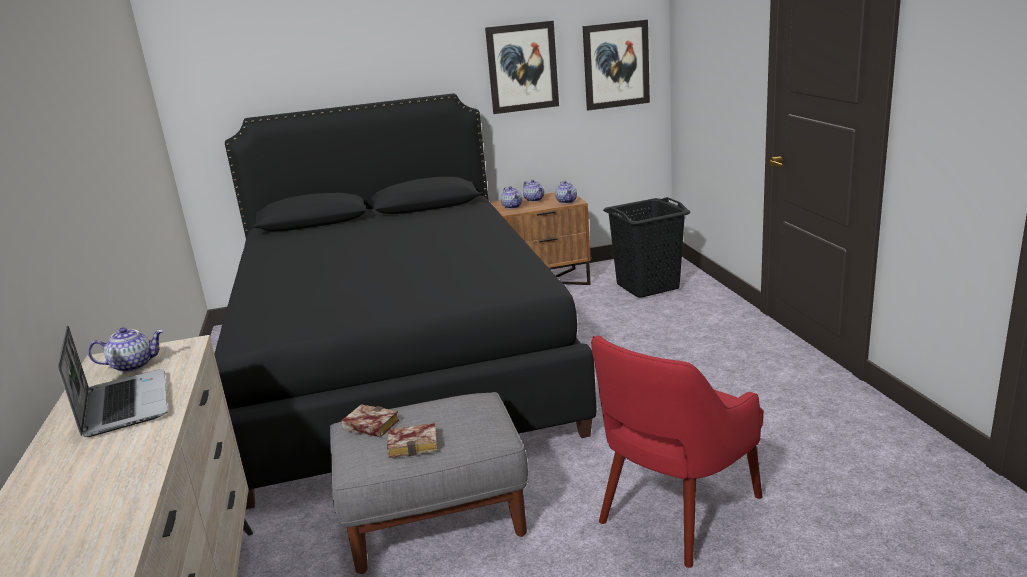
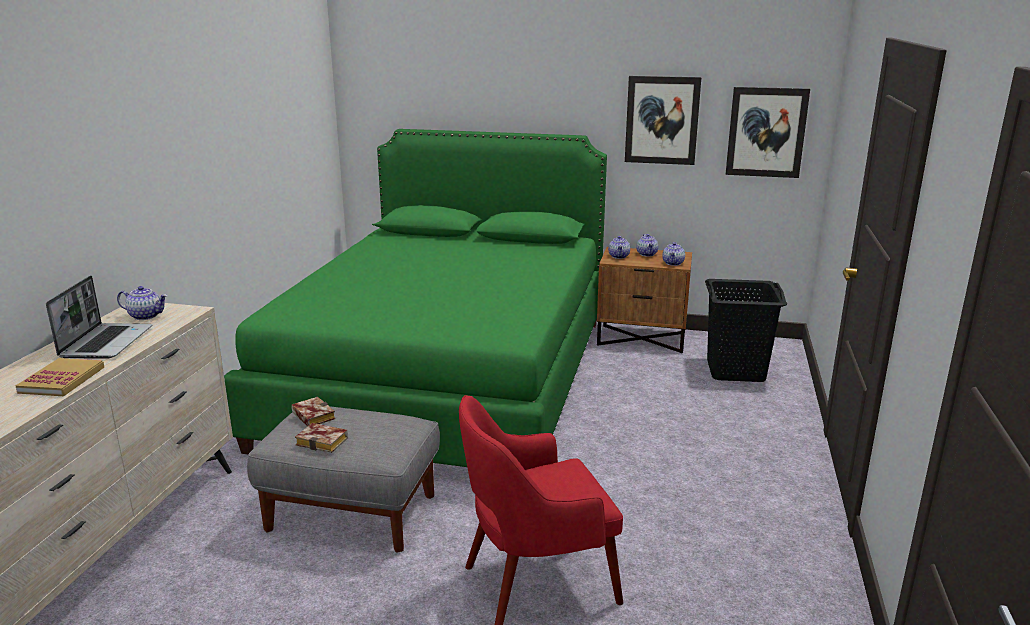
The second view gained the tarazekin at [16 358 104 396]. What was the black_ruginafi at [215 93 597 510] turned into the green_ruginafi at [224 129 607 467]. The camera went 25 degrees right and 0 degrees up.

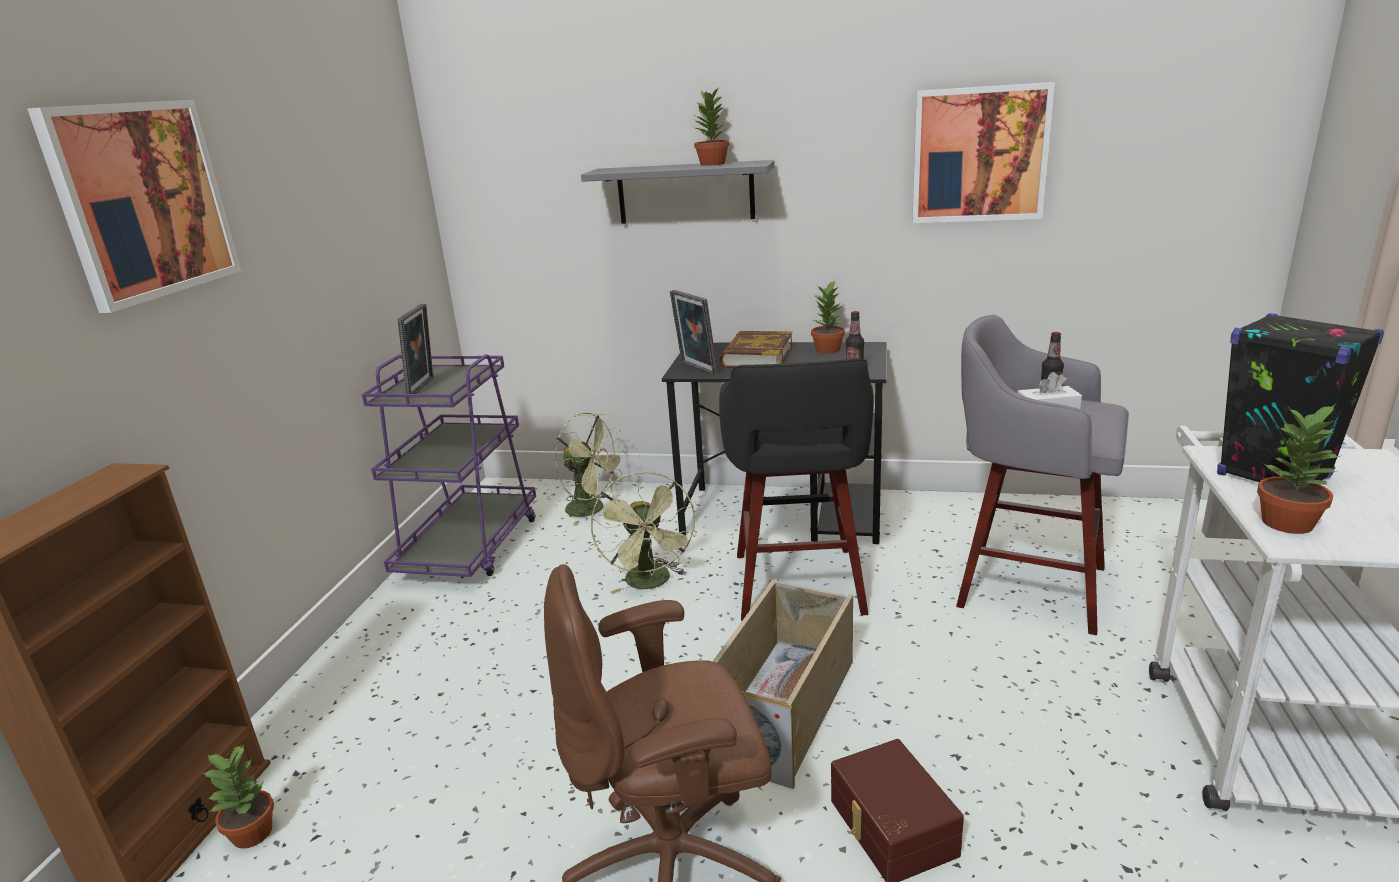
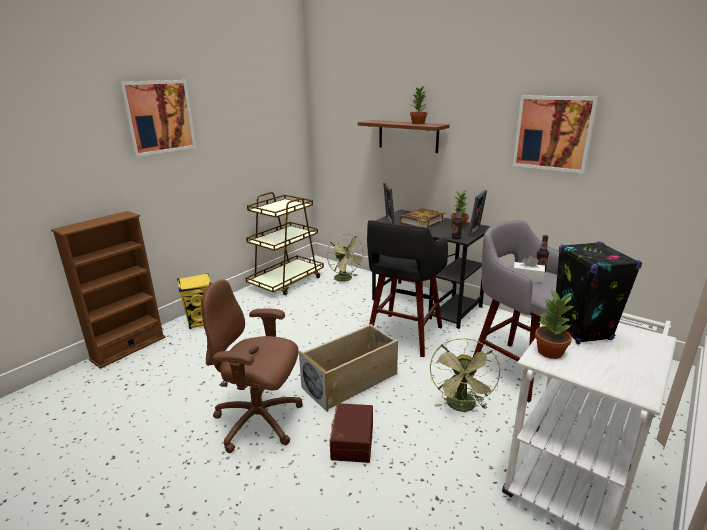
The second view gained the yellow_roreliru at [177 273 212 329]. What was the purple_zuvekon at [362 354 536 577] turned into the brown_zuvekon at [246 192 324 295]. What was the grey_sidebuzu at [581 160 775 224] turned into the brown_sidebuzu at [358 120 449 153]. The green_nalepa ended up elsewhere, having gone from [591 472 697 594] to [430 338 500 412]. The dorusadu ended up elsewhere, having gone from [397 304 433 398] to [468 190 487 237]. The second view lost the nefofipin at [203 745 274 849]. The camera went 25 degrees right and 0 degrees up.

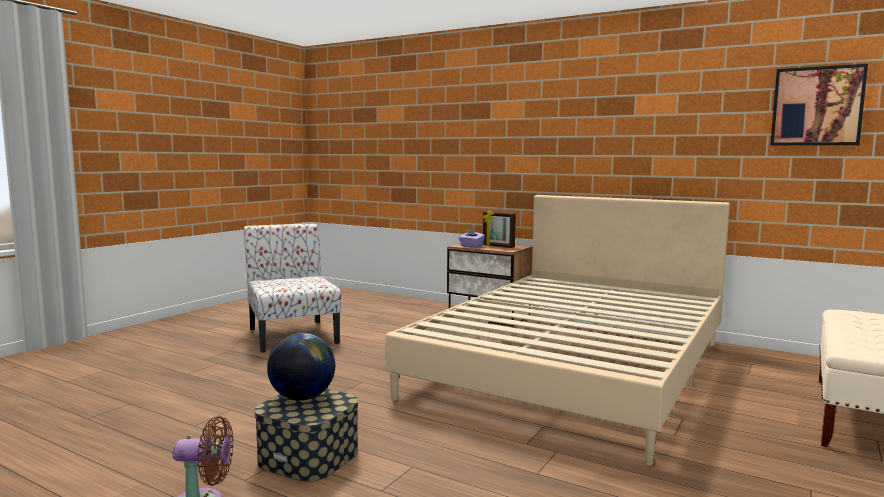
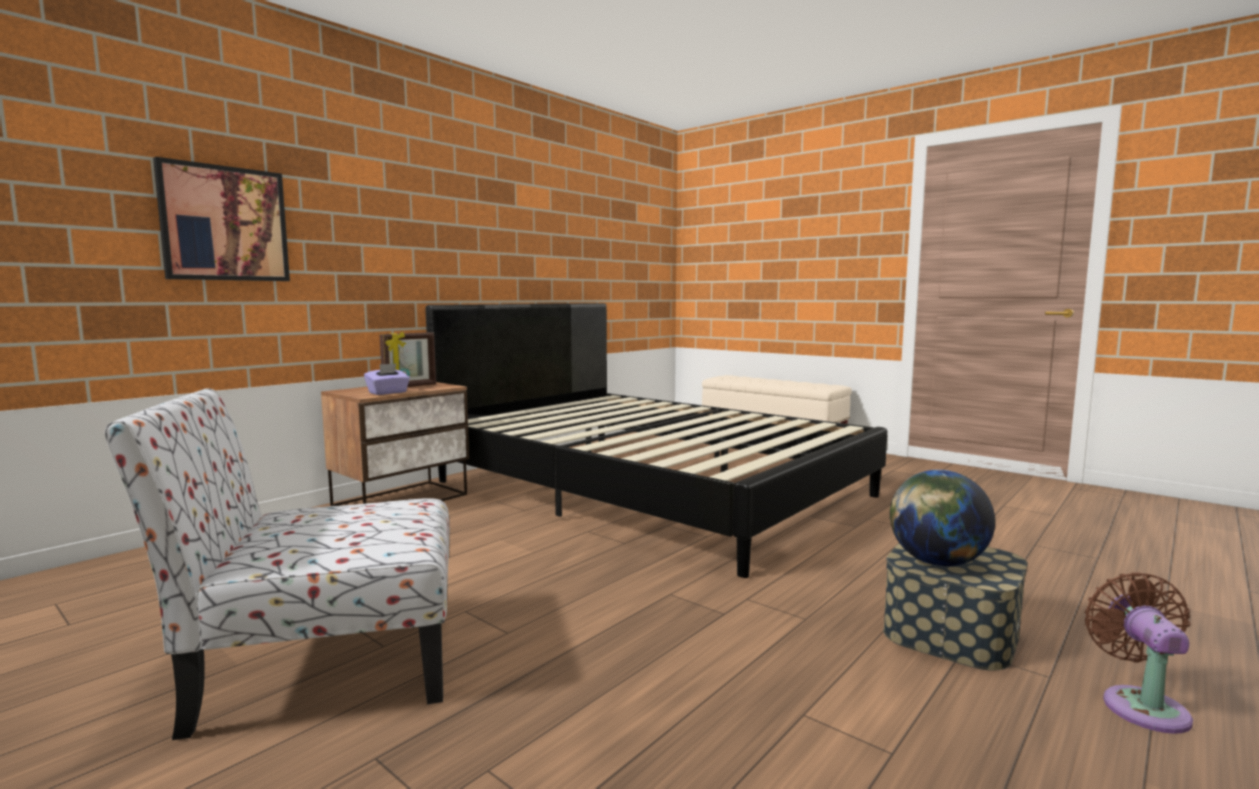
The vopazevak ended up elsewhere, having gone from [771 64 868 146] to [153 157 290 281]. What was the beige_ruginafi at [385 195 730 465] turned into the black_ruginafi at [425 303 887 578]. The camera went 80 degrees left and 0 degrees up.

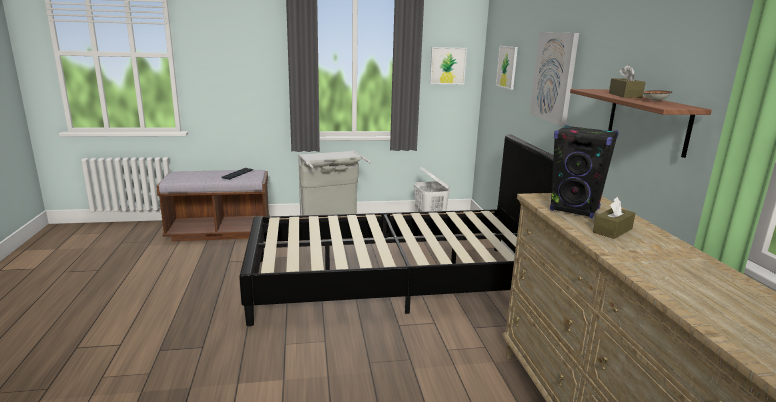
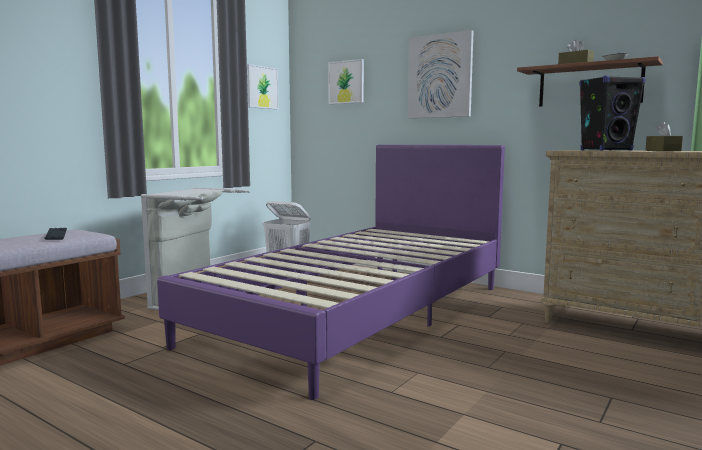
What was the black_ruginafi at [239 134 554 326] turned into the purple_ruginafi at [157 145 505 400]. The camera went 45 degrees left and 10 degrees down.

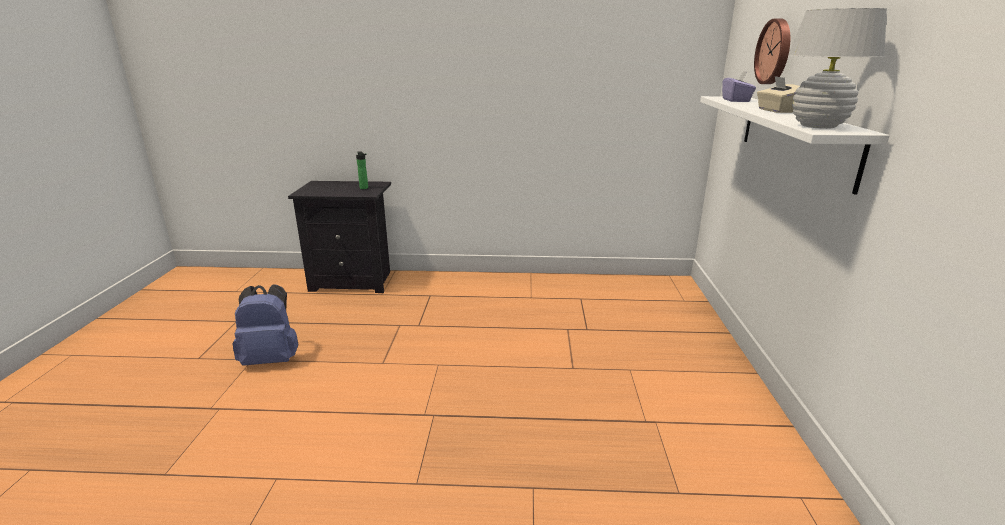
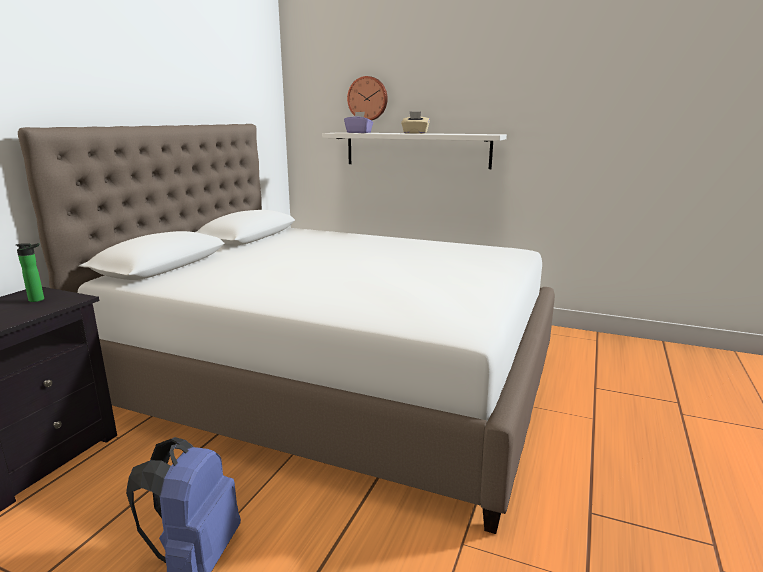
The second view gained the white_ruginafi at [18 124 555 534]. The second view lost the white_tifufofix at [789 8 887 129]. The camera went 70 degrees left and 5 degrees down.

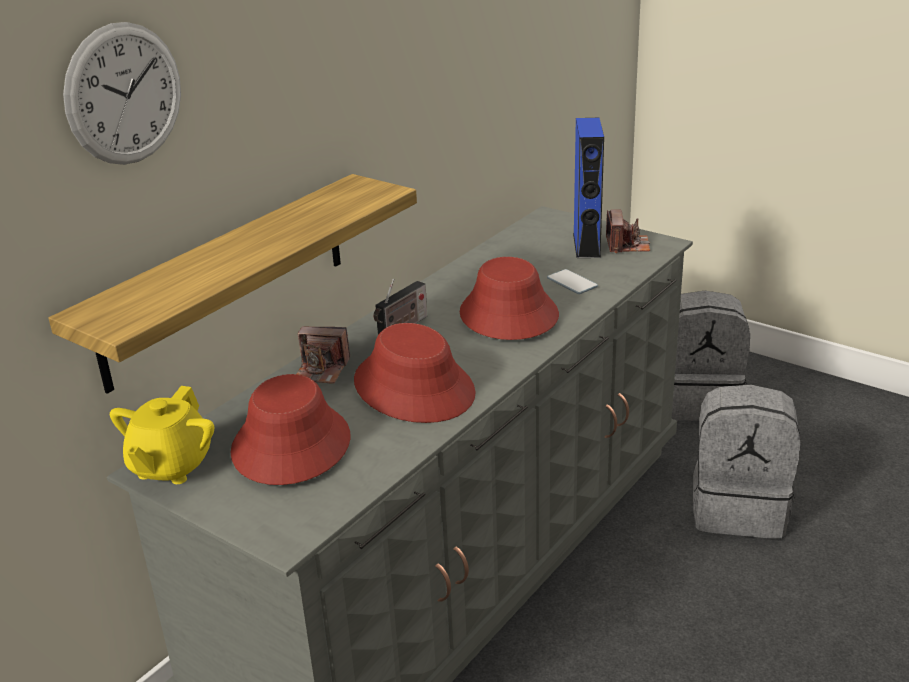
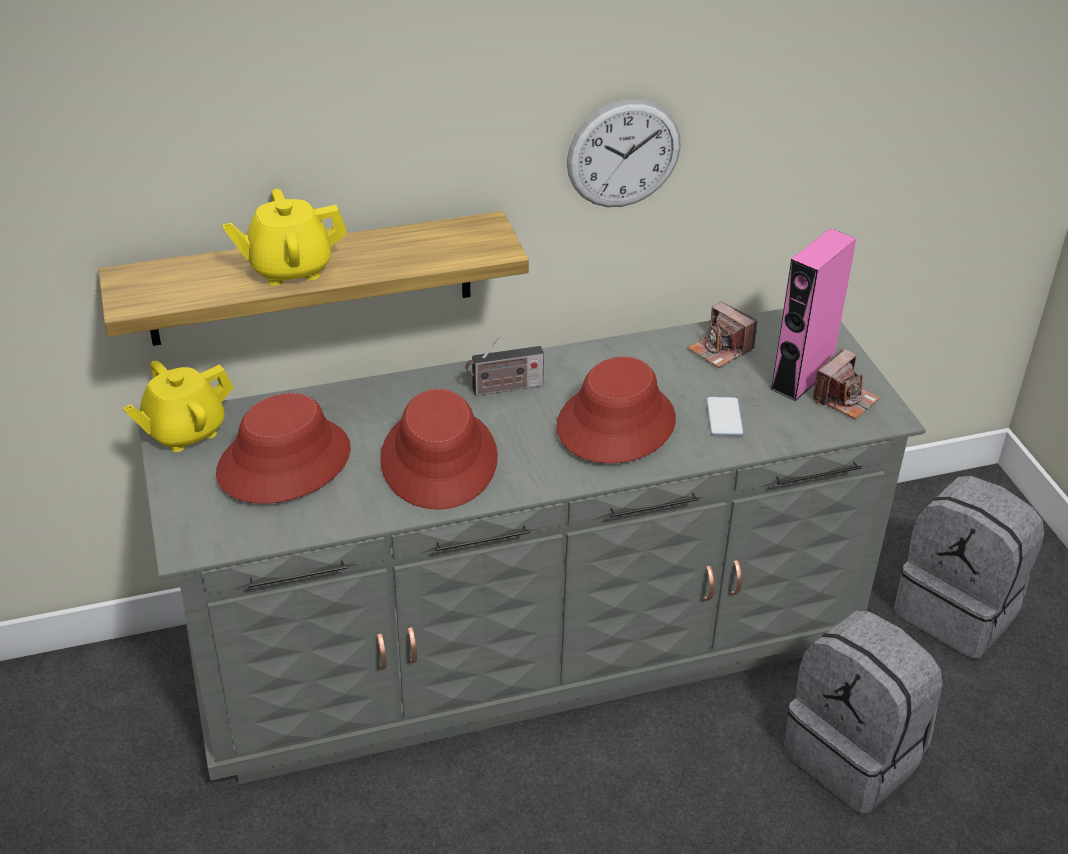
The second view gained the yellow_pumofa at [223 189 347 286]. The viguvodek ended up elsewhere, having gone from [63 22 181 165] to [567 99 681 207]. The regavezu ended up elsewhere, having gone from [297 326 350 384] to [687 302 757 368]. What was the blue_roreliru at [573 118 604 258] turned into the pink_roreliru at [770 228 856 401]. The camera went 35 degrees right and 10 degrees up.

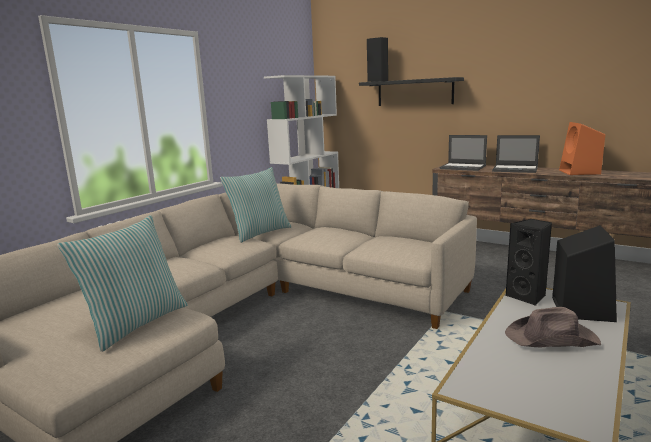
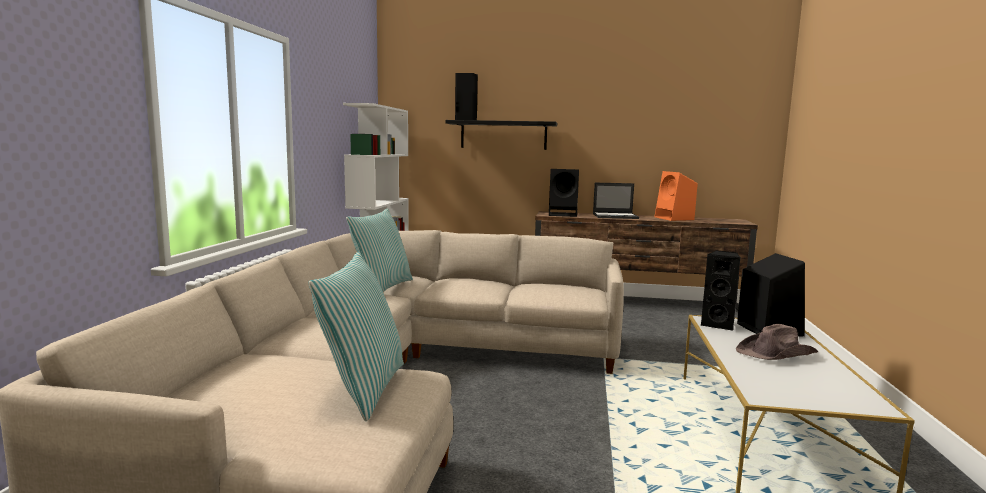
Where the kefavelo stood at [439 135 487 171], the black_roreliru came to stand at [549 169 579 217]. The camera went 25 degrees left and 5 degrees down.

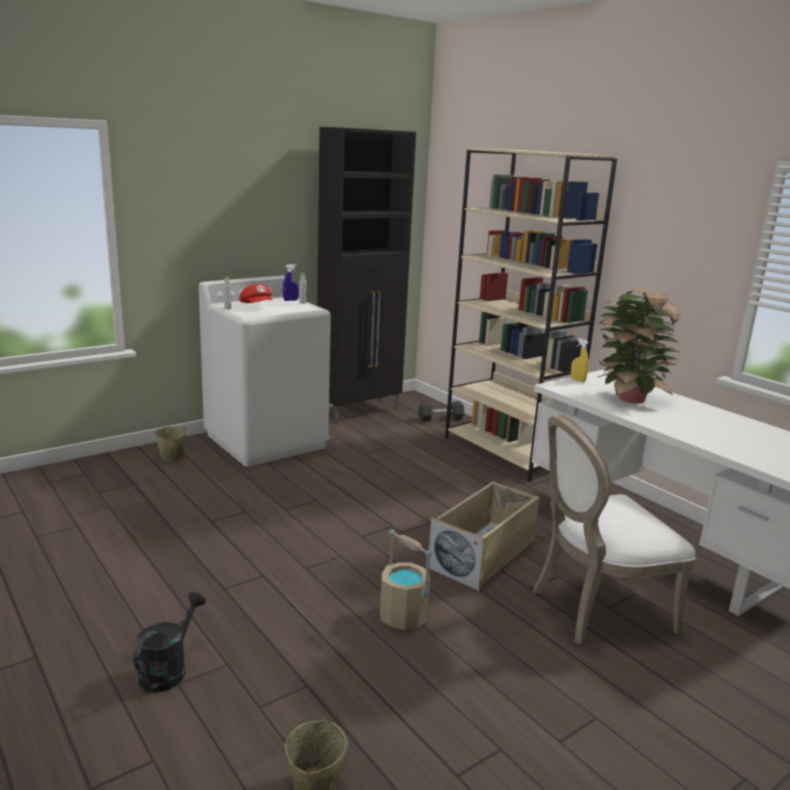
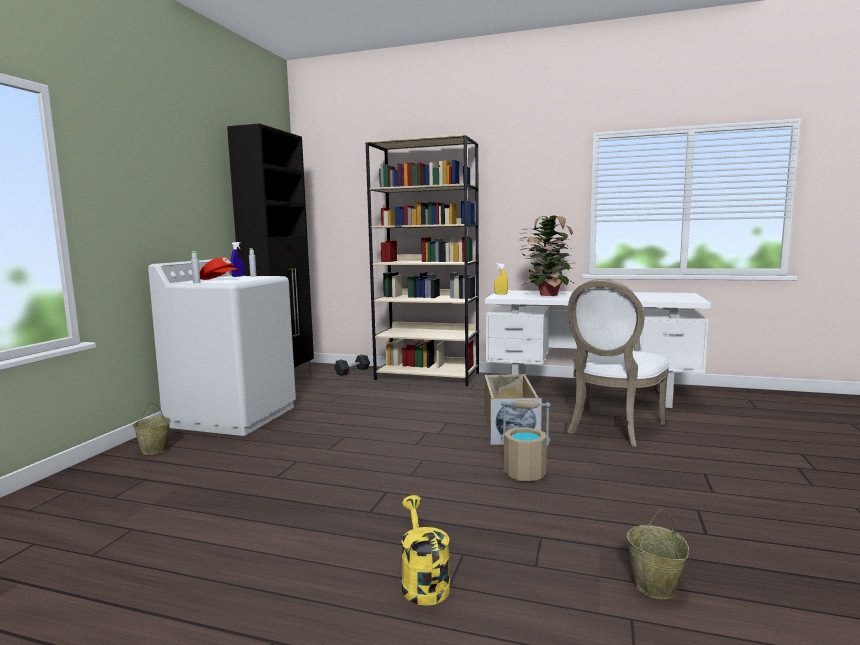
What was the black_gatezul at [134 592 206 692] turned into the yellow_gatezul at [401 495 450 606]. The camera went 35 degrees left and 10 degrees down.

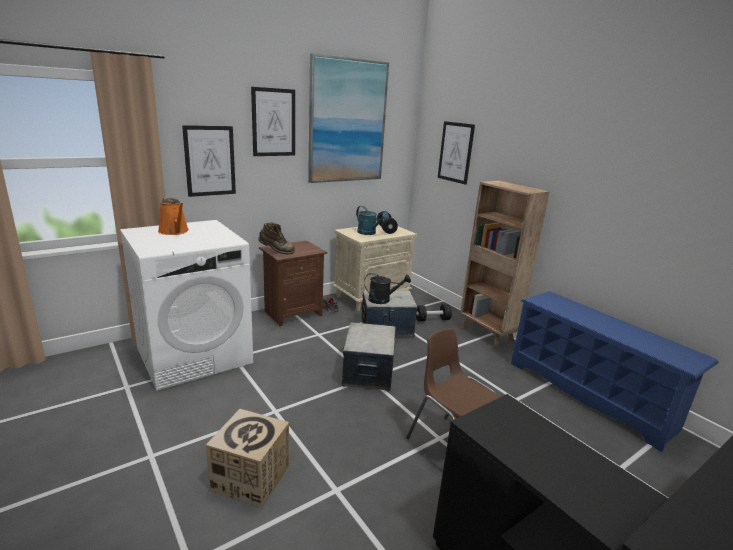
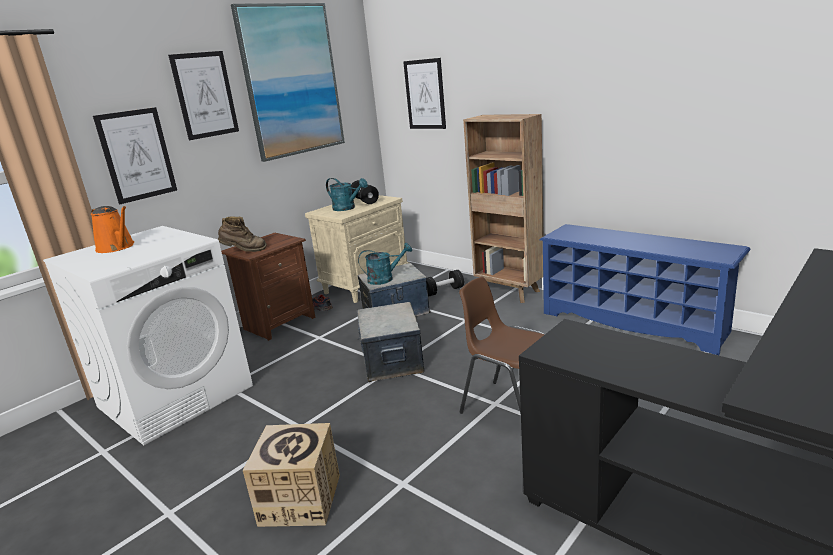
What was the black_gatezul at [364 273 411 304] turned into the turquoise_gatezul at [358 243 412 285]. The camera went 10 degrees left and 0 degrees up.

